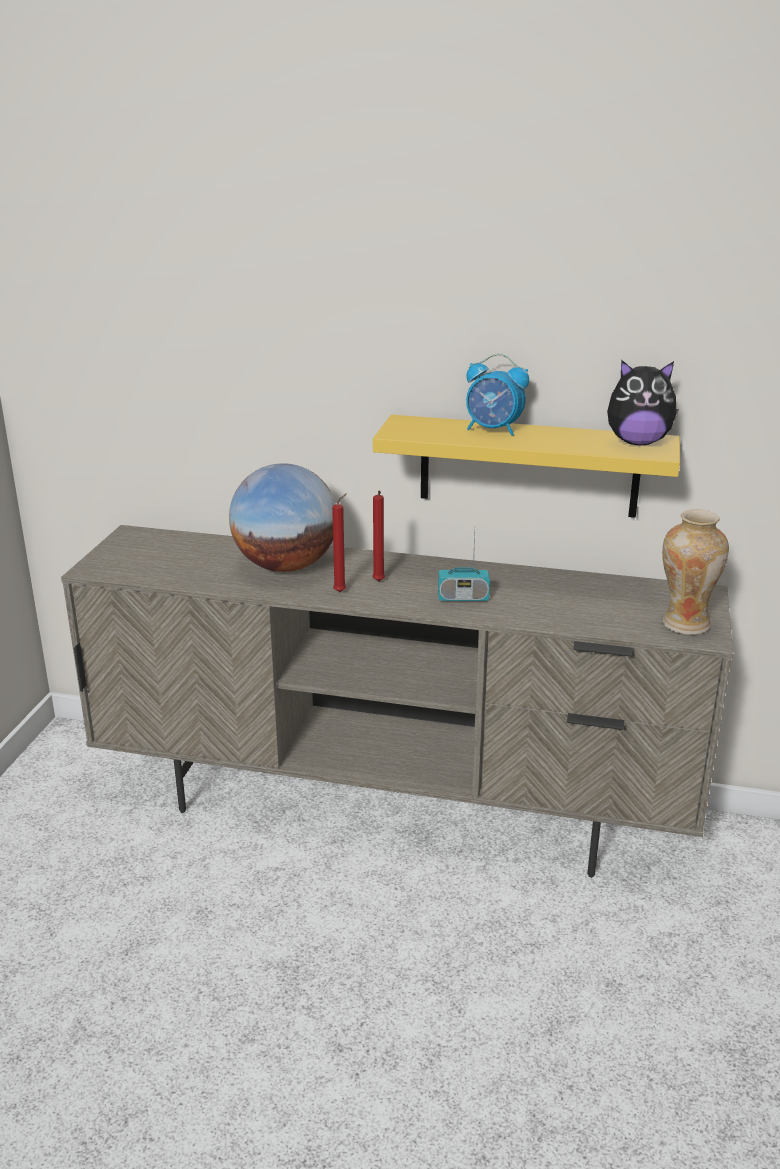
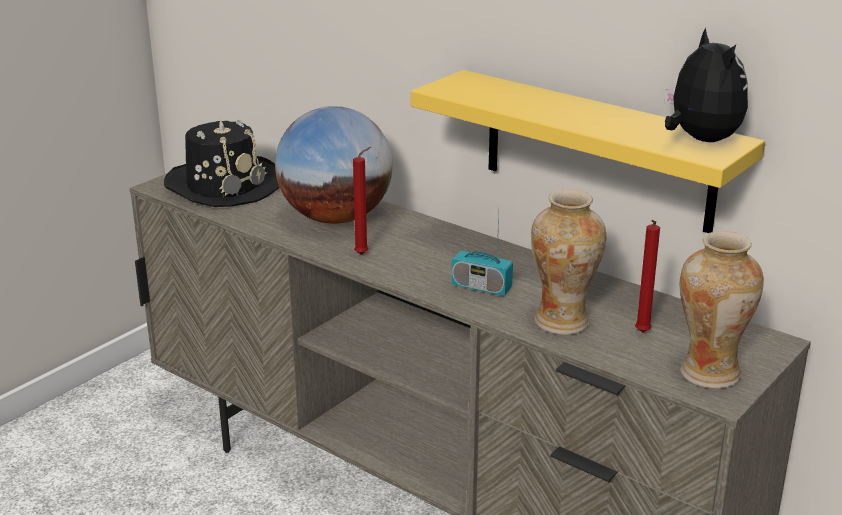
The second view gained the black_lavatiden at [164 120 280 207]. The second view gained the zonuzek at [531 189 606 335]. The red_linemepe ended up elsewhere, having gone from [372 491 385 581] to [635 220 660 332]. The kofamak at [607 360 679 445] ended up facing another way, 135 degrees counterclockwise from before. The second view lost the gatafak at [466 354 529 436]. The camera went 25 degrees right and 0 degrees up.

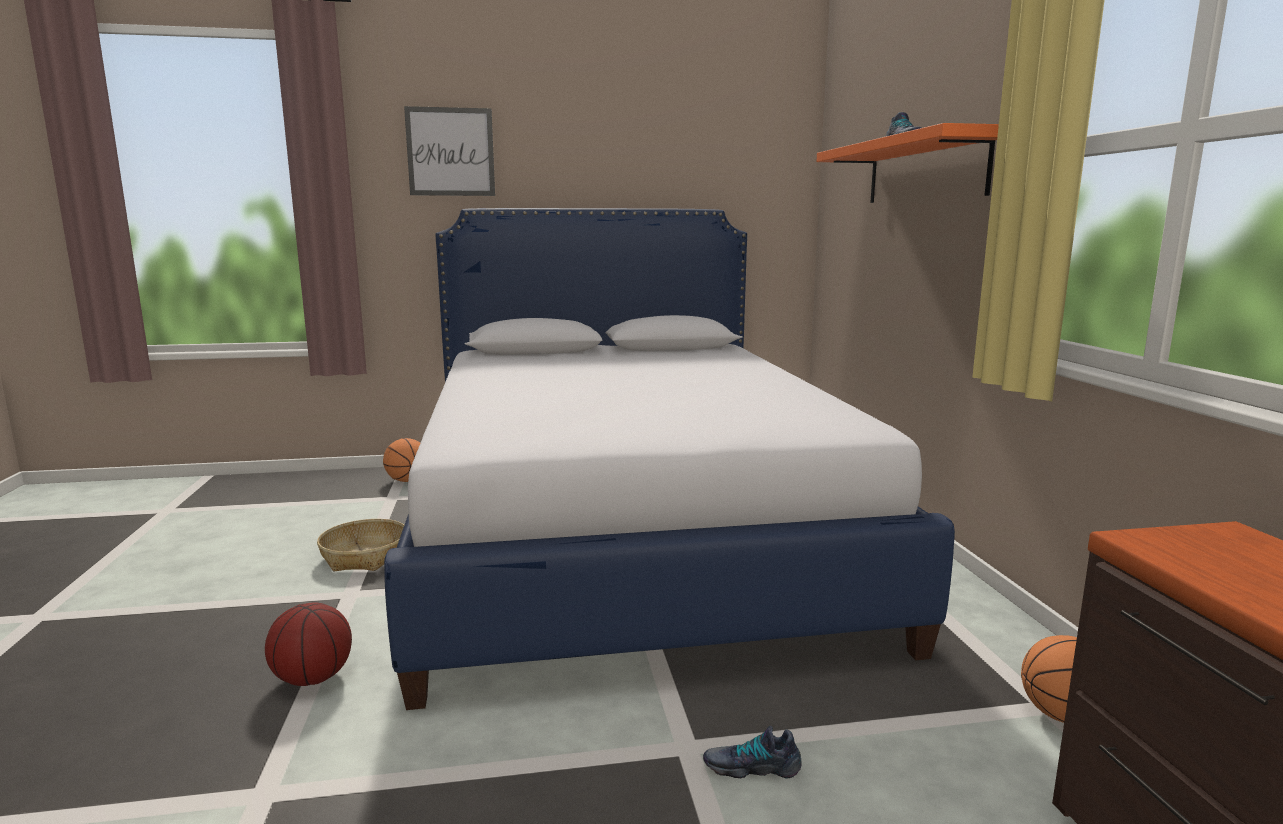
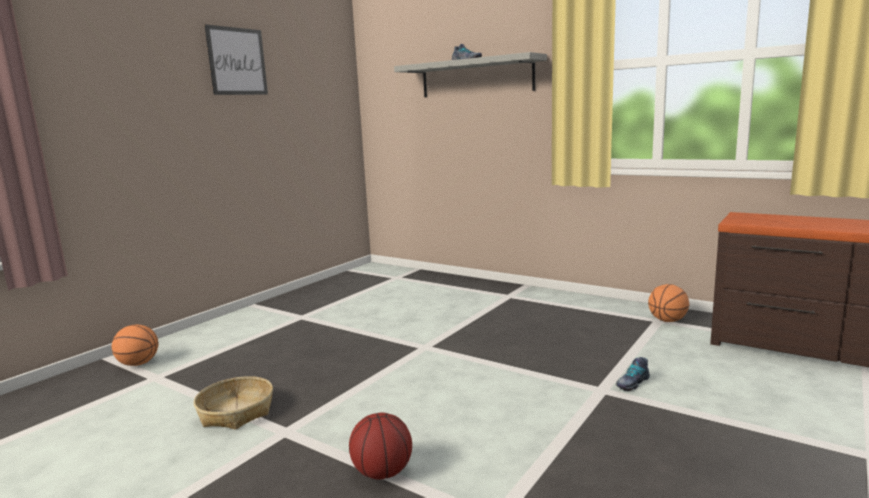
The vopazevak ended up elsewhere, having gone from [404 106 495 196] to [205 24 268 95]. What was the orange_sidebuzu at [816 123 999 203] turned into the grey_sidebuzu at [394 52 547 97]. The second view lost the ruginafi at [384 208 955 710]. The camera went 45 degrees left and 0 degrees up.

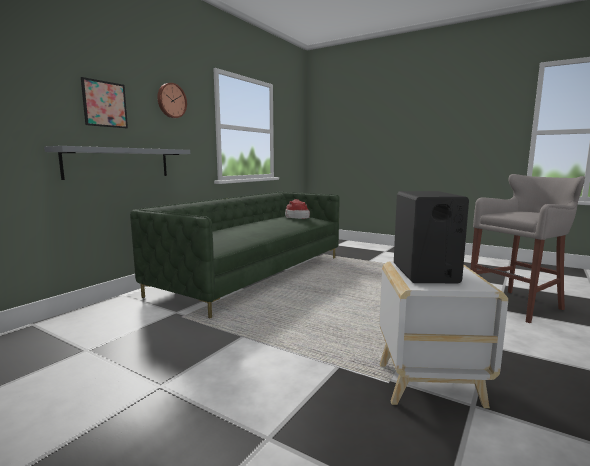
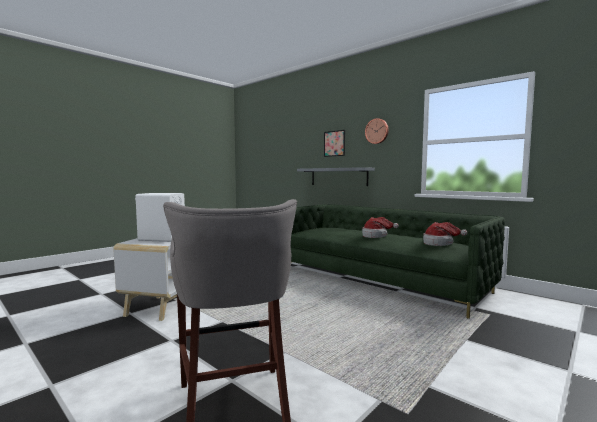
What was the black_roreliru at [394 191 469 283] turned into the white_roreliru at [135 193 185 242]. The second view gained the lavatiden at [362 217 399 238]. The camera went 100 degrees right and 5 degrees down.

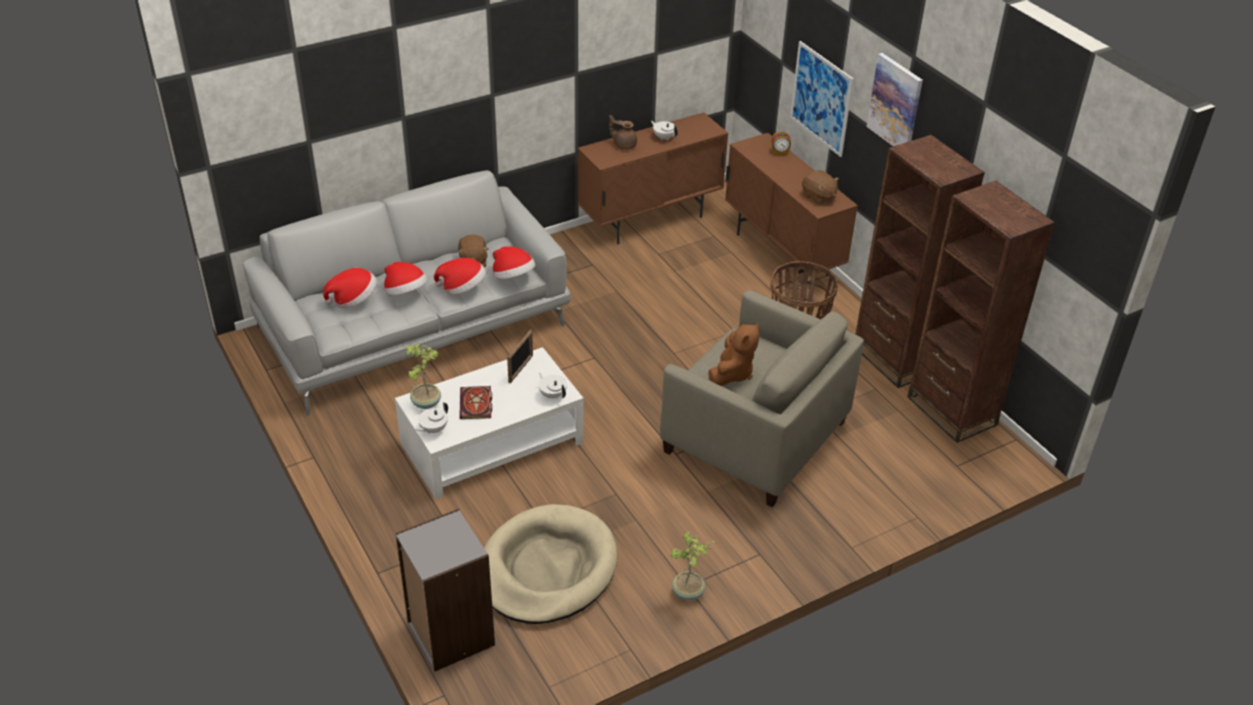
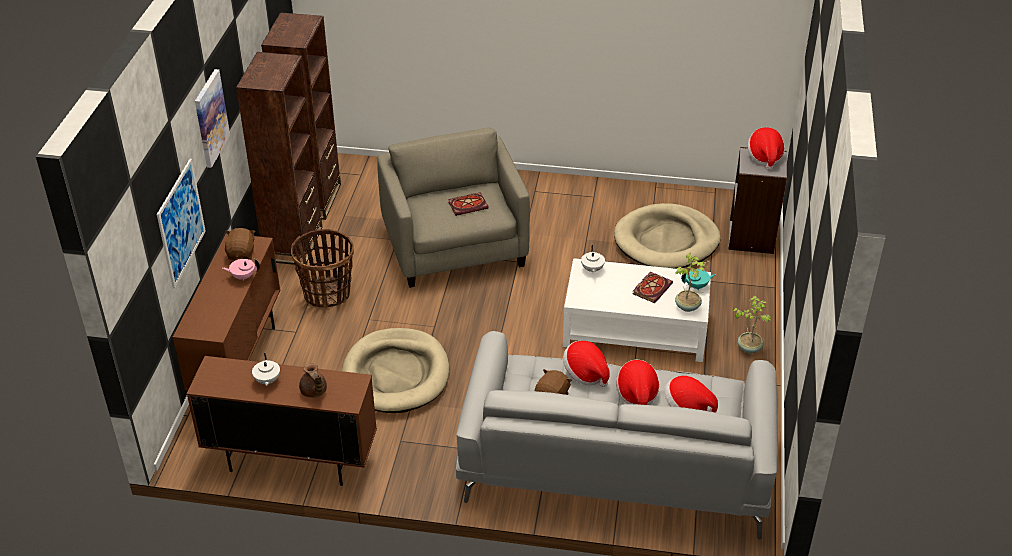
The second view gained the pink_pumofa at [222 259 260 281]. The second view gained the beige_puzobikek at [342 328 449 413]. Where the brown_kofamak stood at [708 322 760 386], the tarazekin came to stand at [448 192 489 216]. What was the white_pumofa at [416 402 448 434] turned into the turquoise_pumofa at [681 269 716 291]. The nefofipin ended up elsewhere, having gone from [670 531 715 601] to [733 296 771 353]. The lavatiden ended up elsewhere, having gone from [493 246 536 279] to [748 127 785 170]. The second view lost the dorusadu at [507 330 533 383]. The second view lost the gatafak at [771 131 791 155]. The camera went 140 degrees left and 0 degrees up.

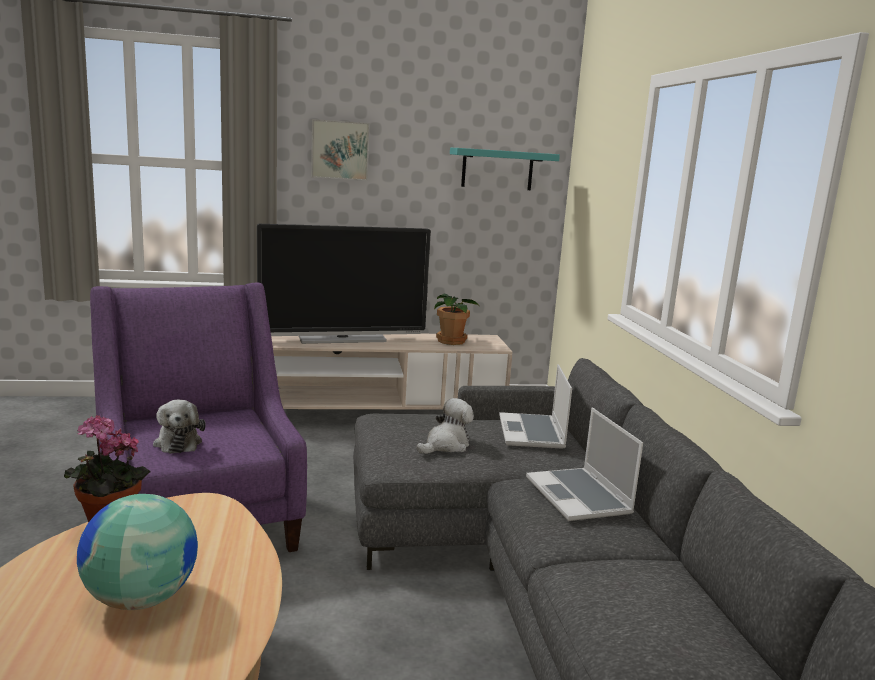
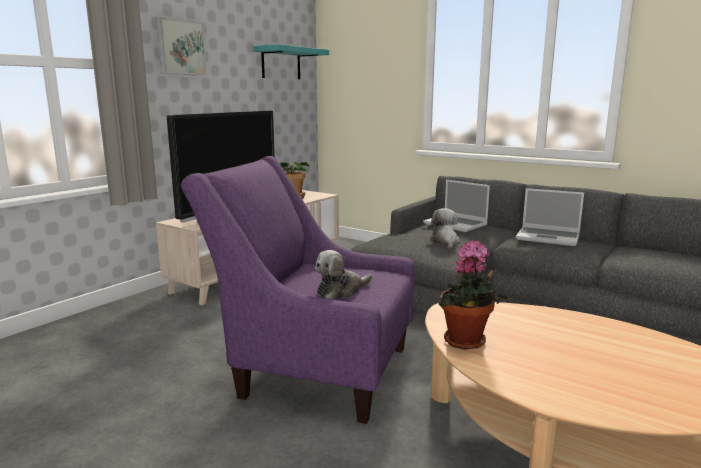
The kofamak at [153 400 206 454] ended up facing another way, 120 degrees clockwise from before. The second view lost the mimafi at [77 494 198 610]. The camera went 45 degrees left and 0 degrees up.

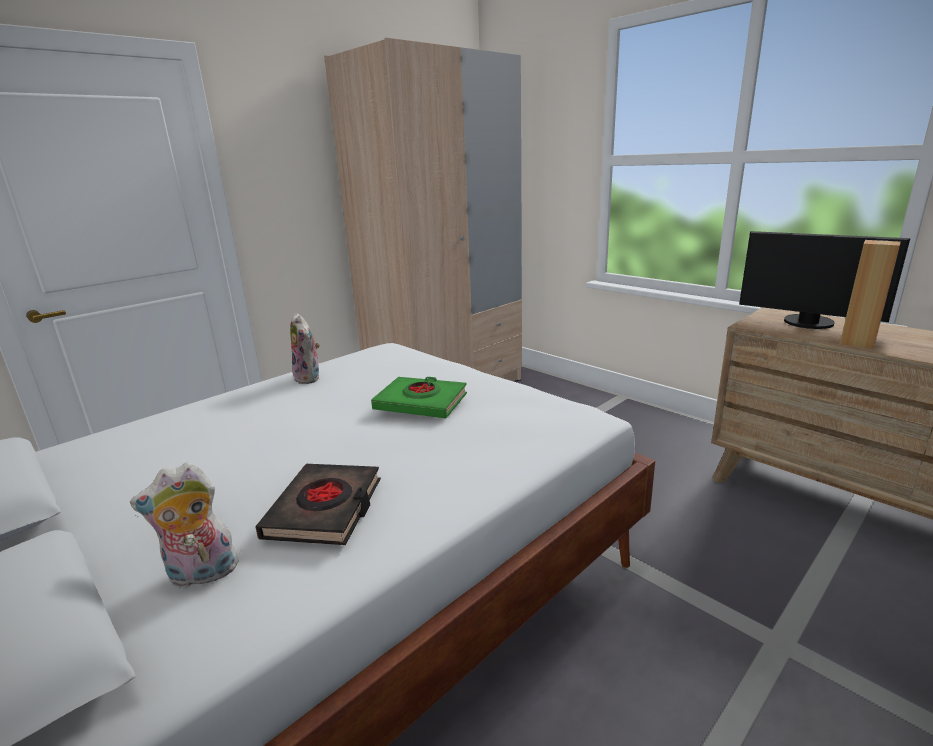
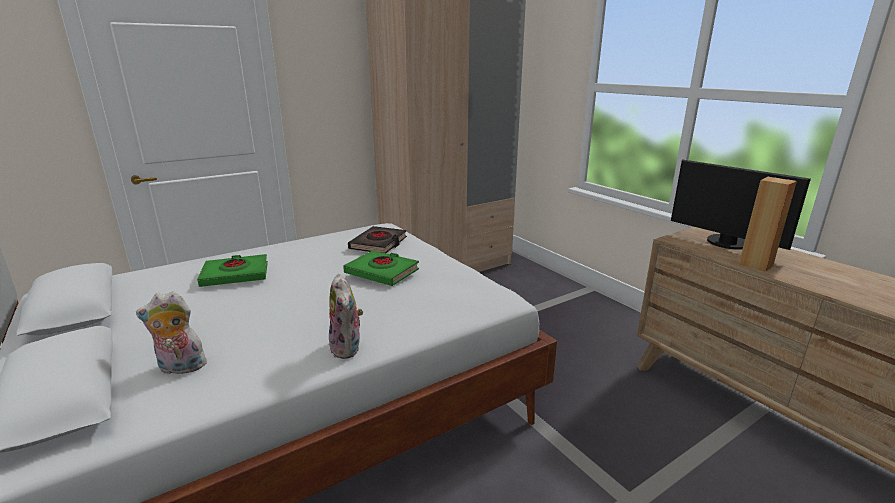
The second view gained the green_tarazekin at [197 254 268 287]. The kofamak ended up elsewhere, having gone from [290 313 320 384] to [329 274 363 359]. The black_tarazekin ended up elsewhere, having gone from [255 464 381 545] to [348 226 407 253]. The camera went 10 degrees right and 0 degrees up.

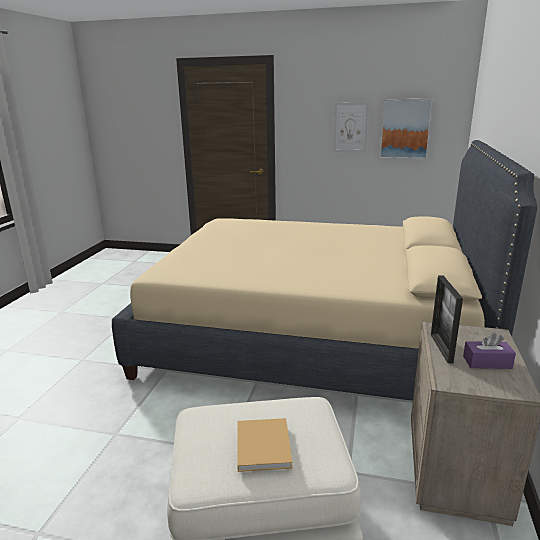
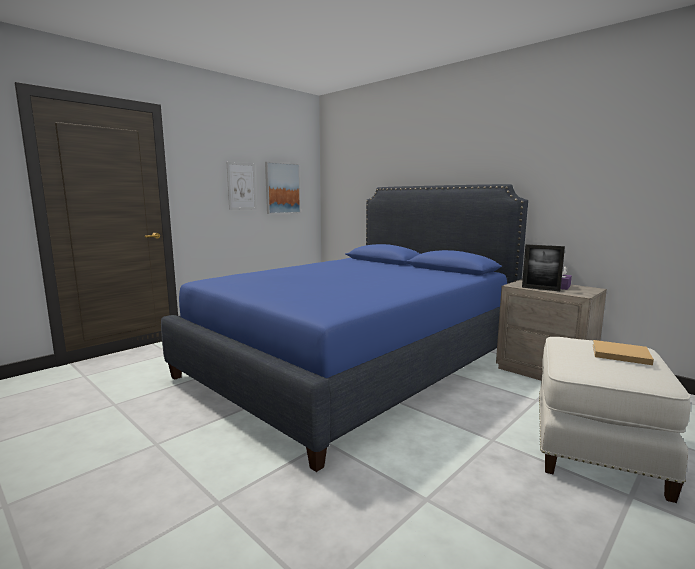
What was the beige_ruginafi at [112 140 537 401] turned into the blue_ruginafi at [161 184 528 472]. The camera went 60 degrees left and 10 degrees down.

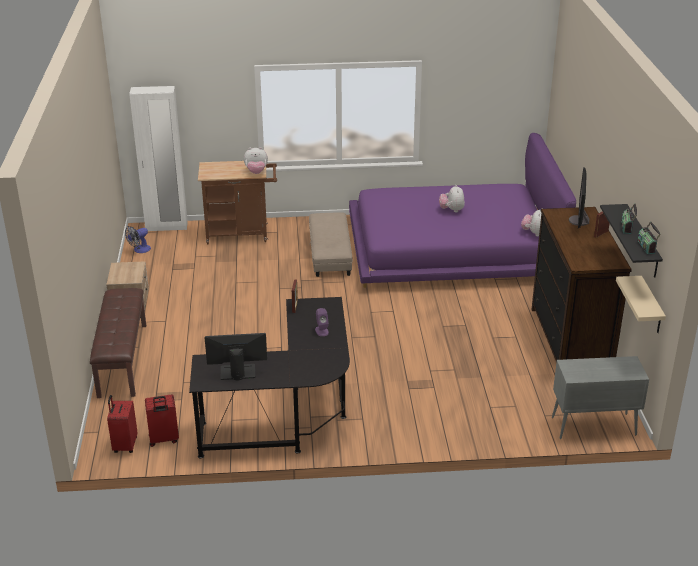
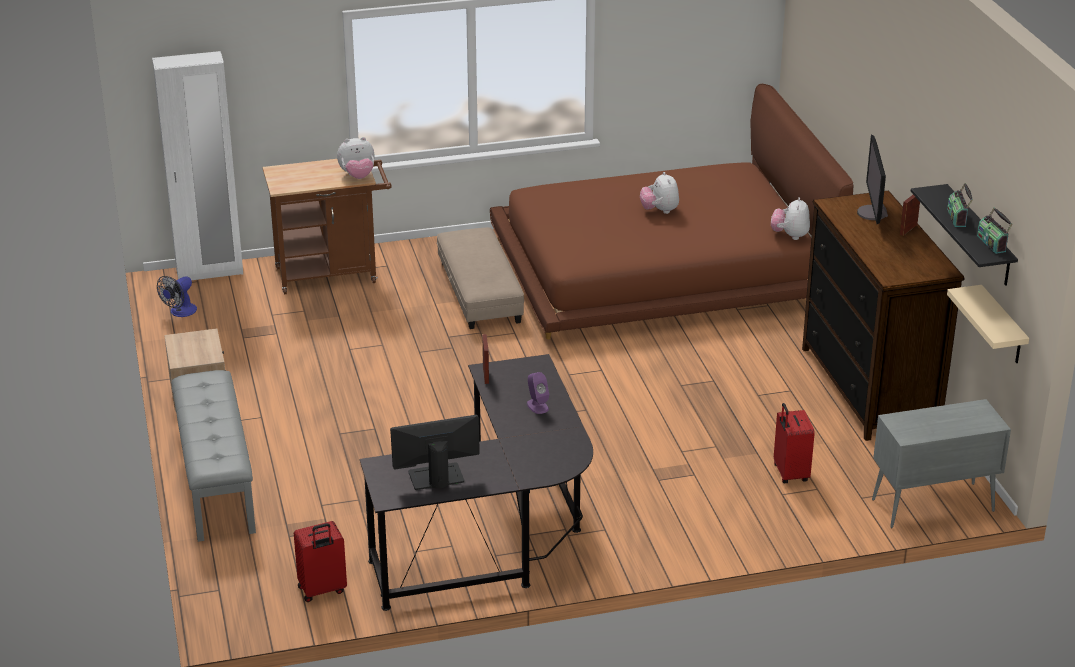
What was the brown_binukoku at [90 288 146 398] turned into the grey_binukoku at [172 370 256 542]. What was the purple_ruginafi at [349 133 576 288] turned into the brown_ruginafi at [490 84 853 339]. The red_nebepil ended up elsewhere, having gone from [107 395 137 453] to [774 403 815 483]. The camera went 10 degrees left and 0 degrees up.

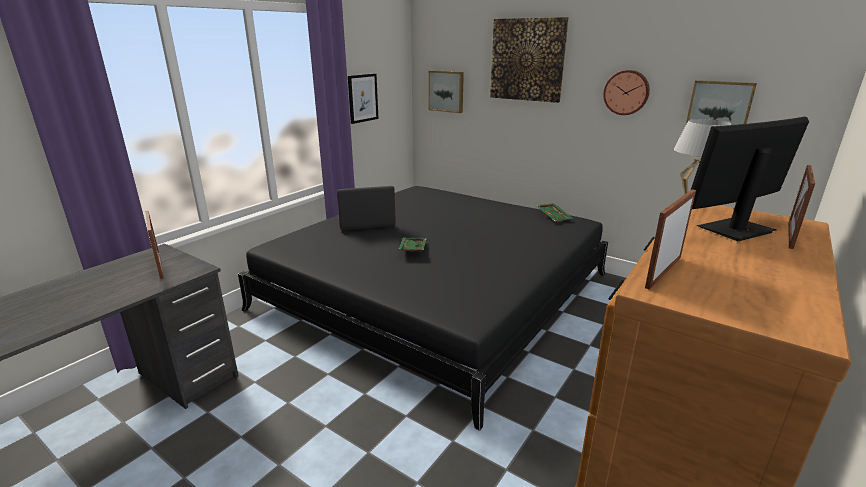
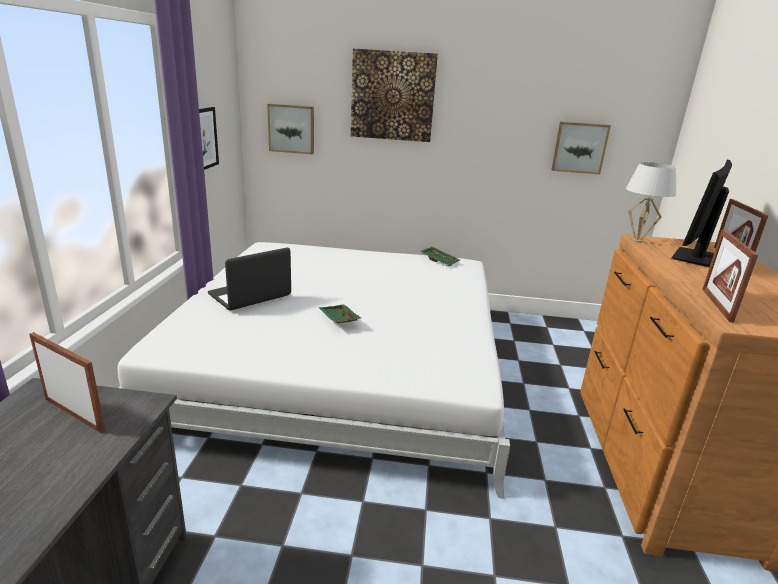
What was the black_ruginafi at [238 186 608 431] turned into the white_ruginafi at [118 242 510 498]. The second view lost the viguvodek at [603 70 650 115]. The camera went 30 degrees left and 0 degrees up.

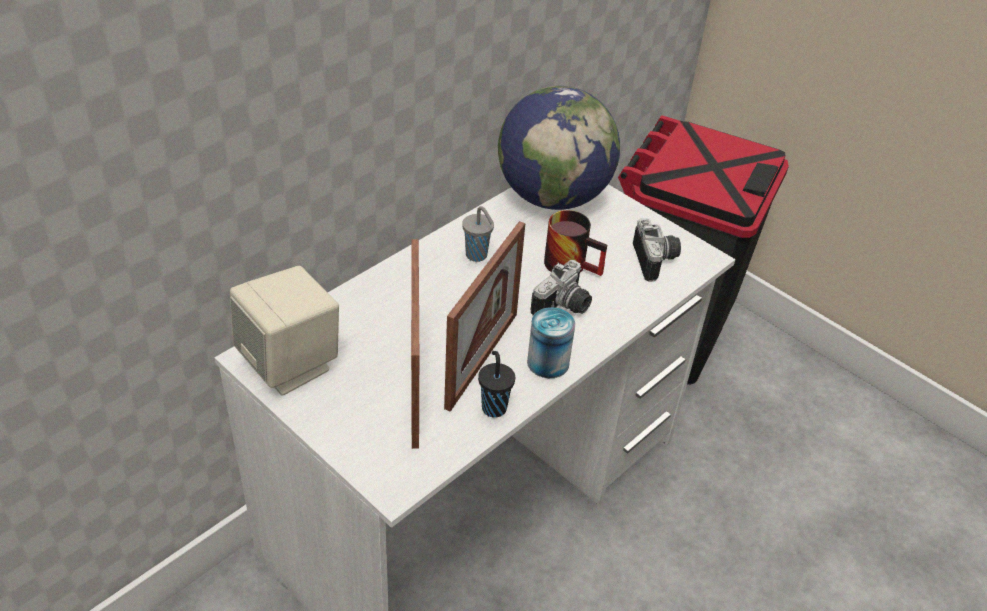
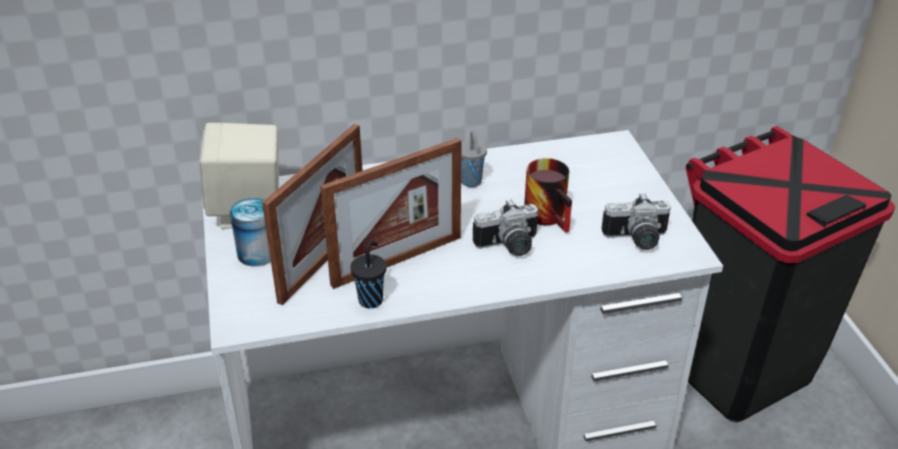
The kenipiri ended up elsewhere, having gone from [527 307 576 378] to [230 197 271 266]. The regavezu at [633 218 681 282] ended up facing another way, 60 degrees clockwise from before. The second view lost the mimafi at [498 86 620 210]. The camera went 35 degrees right and 5 degrees down.

